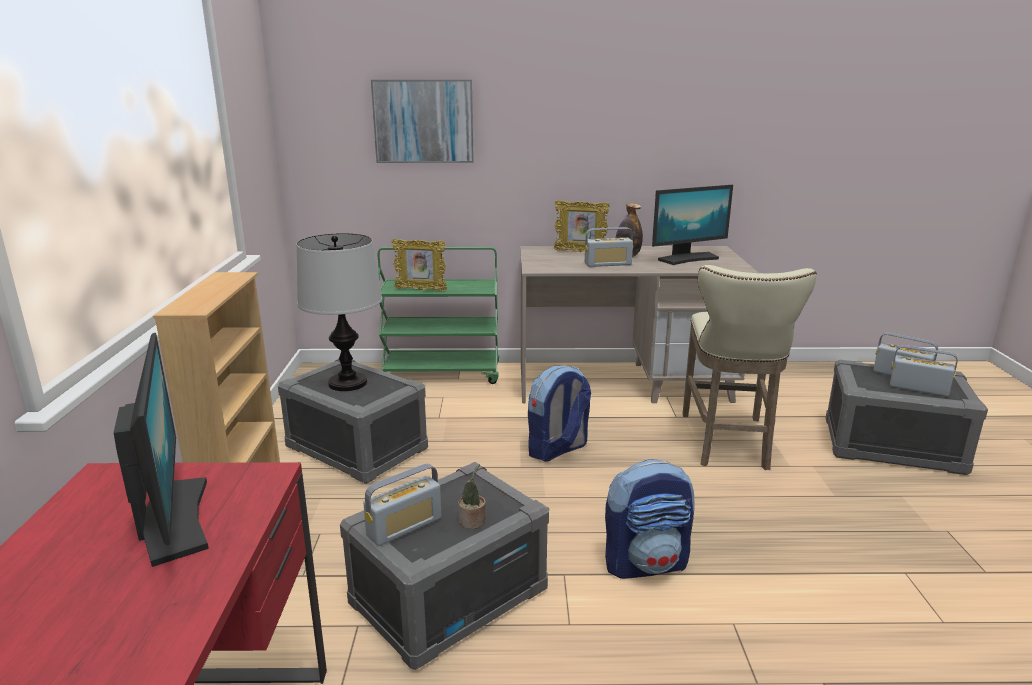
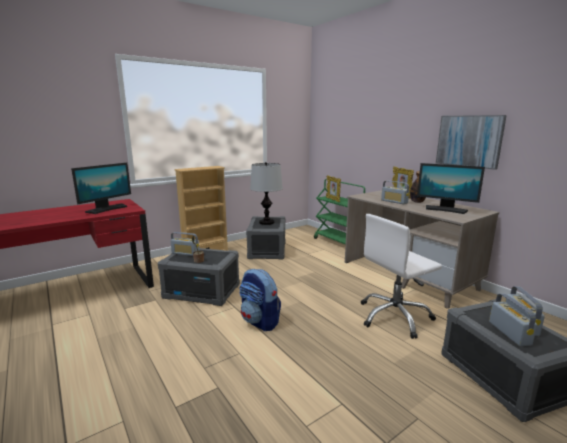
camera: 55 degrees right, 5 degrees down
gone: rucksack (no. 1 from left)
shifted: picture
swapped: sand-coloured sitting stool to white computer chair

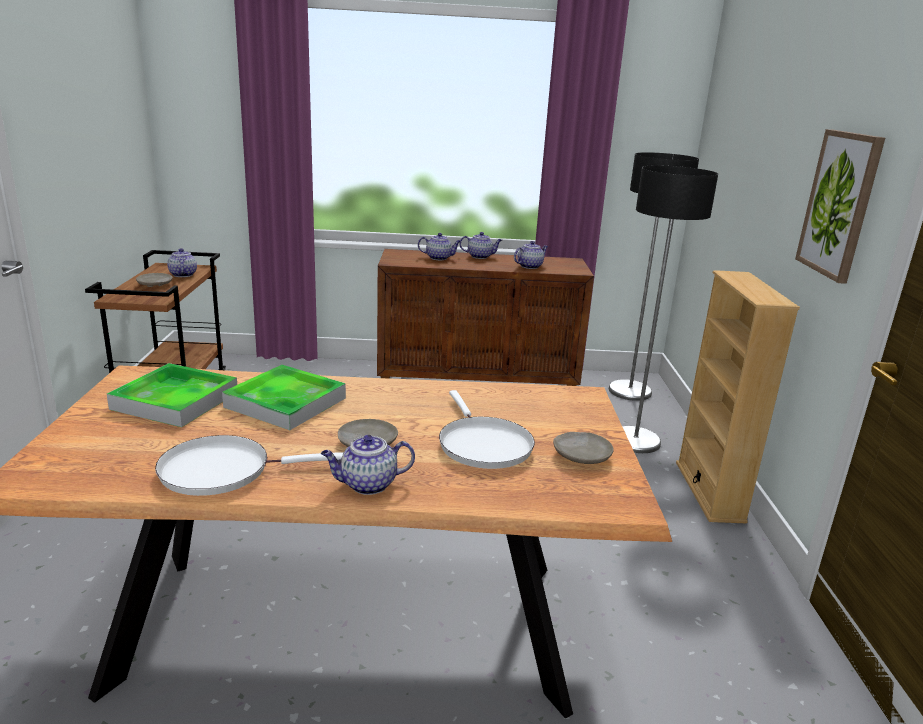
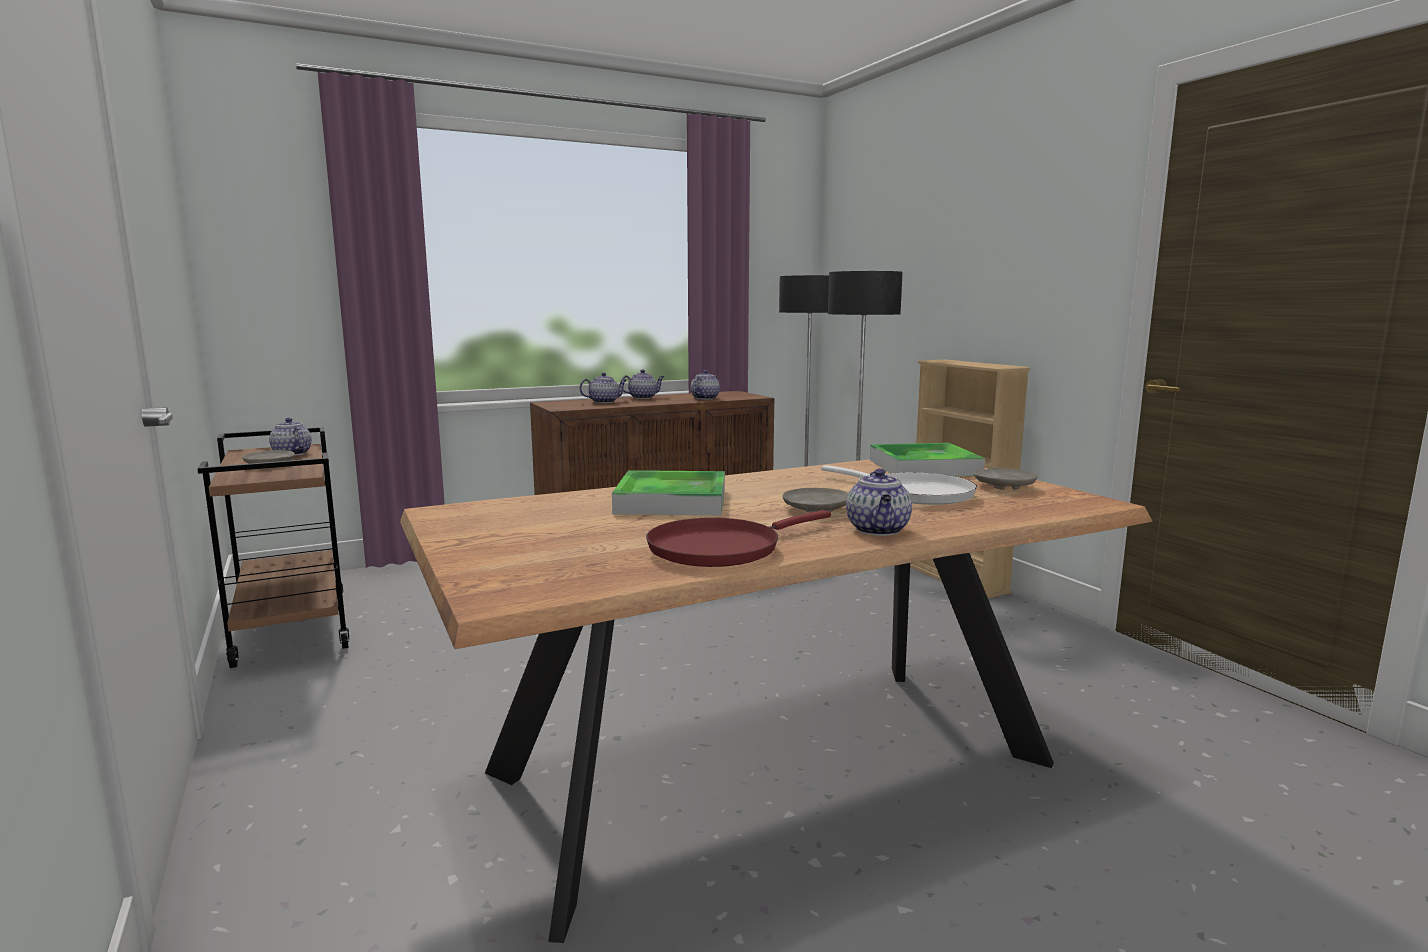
camera: 25 degrees left, 10 degrees down
gone: picture
shifted: tray (no. 1 from left in the first image) to tray (no. 2 from left)
repainted: white skillet (no. 1 from left) to red-coloured skillet
rotated: teapot (no. 2 from left in the first image) 45 degrees counterclockwise

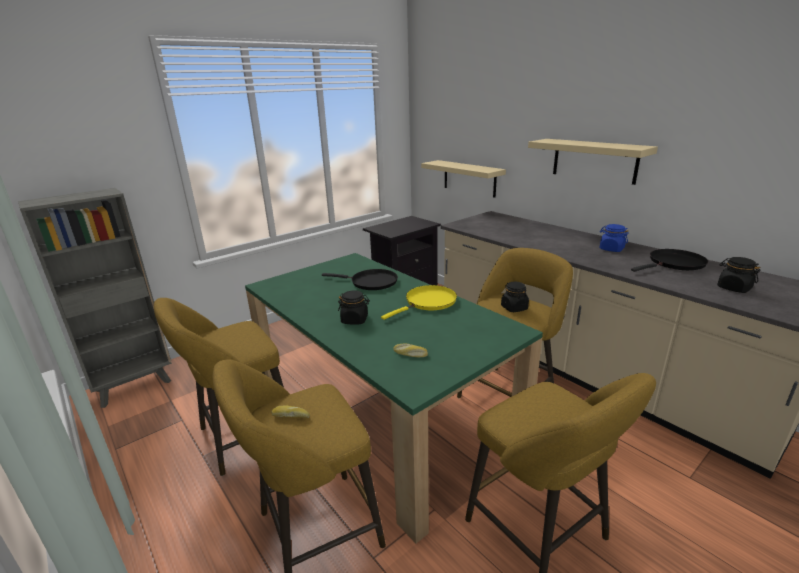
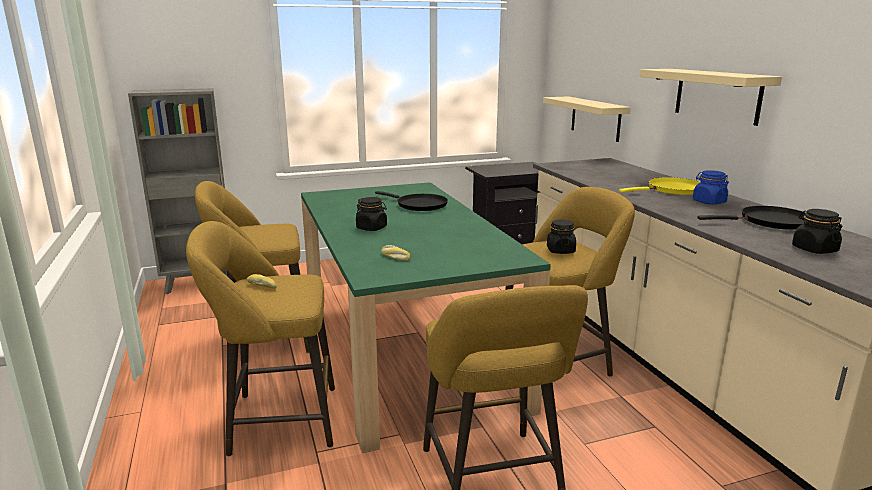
camera: 20 degrees right, 5 degrees down
shifted: yellow skillet

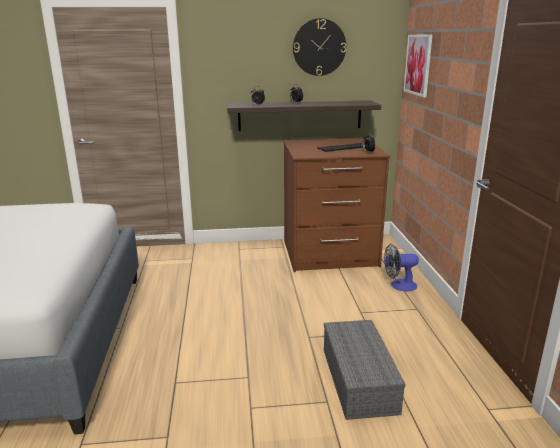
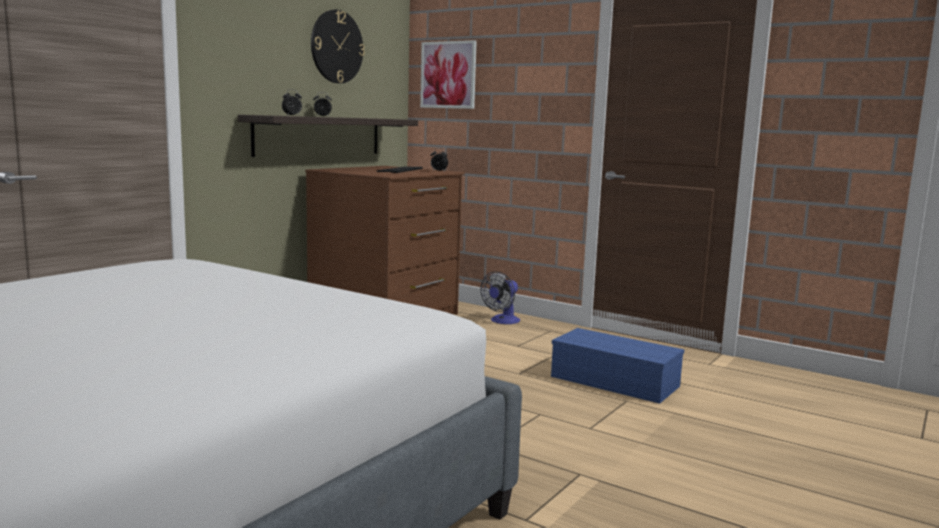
camera: 50 degrees left, 10 degrees down
repainted: greyish storage container to blue-coloured storage container

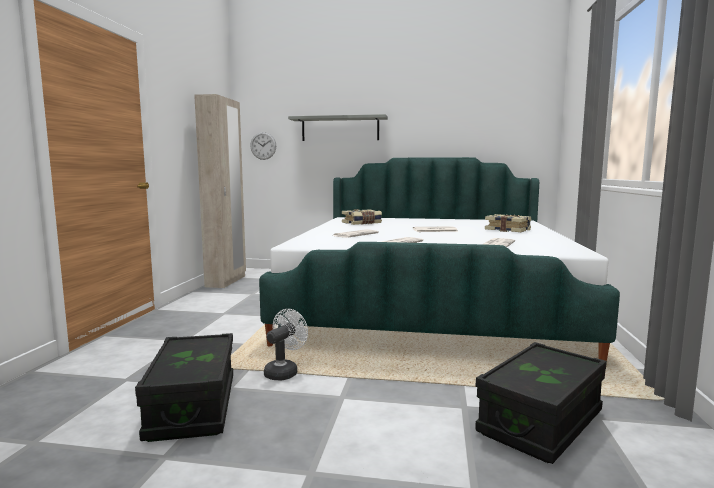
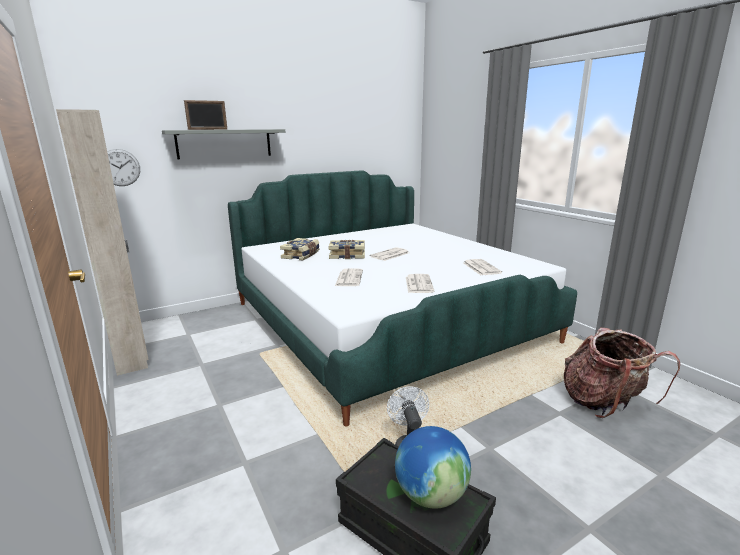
camera: 40 degrees left, 10 degrees up
new: standing frame; globe
shifted: book (no. 2 from left)
swapped: black-coloured storage container (no. 2 from left) to rucksack

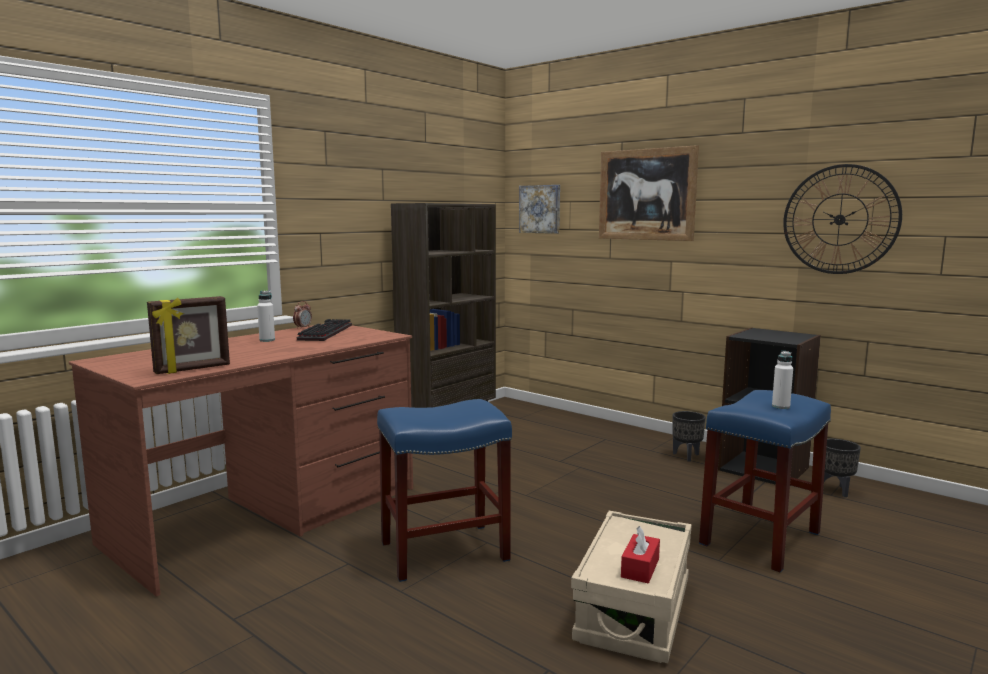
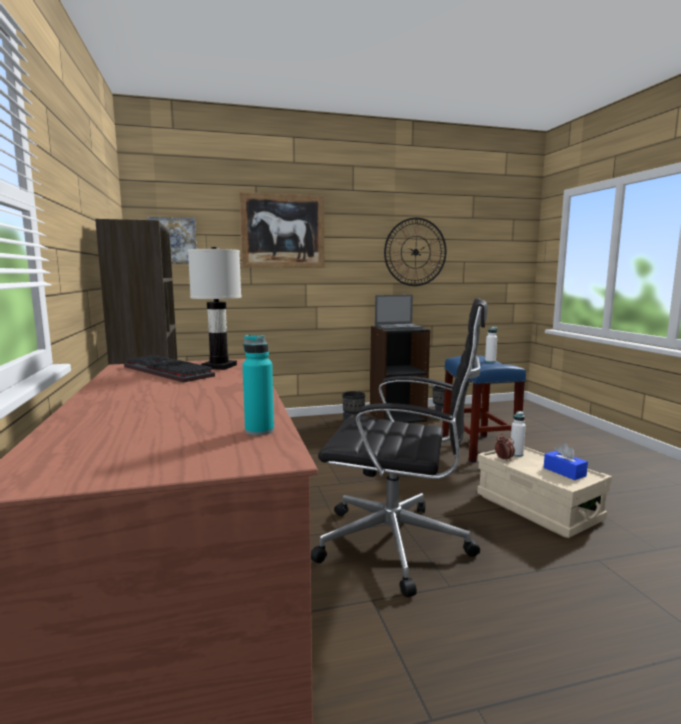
camera: 55 degrees left, 0 degrees up
new: white table lamp; laptop
shifted: white beverage bottle (no. 1 from left in the first image) to white beverage bottle (no. 2 from left); alarm clock
swapped: standing frame to blue-green beverage bottle; blue-coloured sitting stool (no. 1 from left) to black-coloured computer chair
repainted: red-coloured tissue box to blue-coloured tissue box

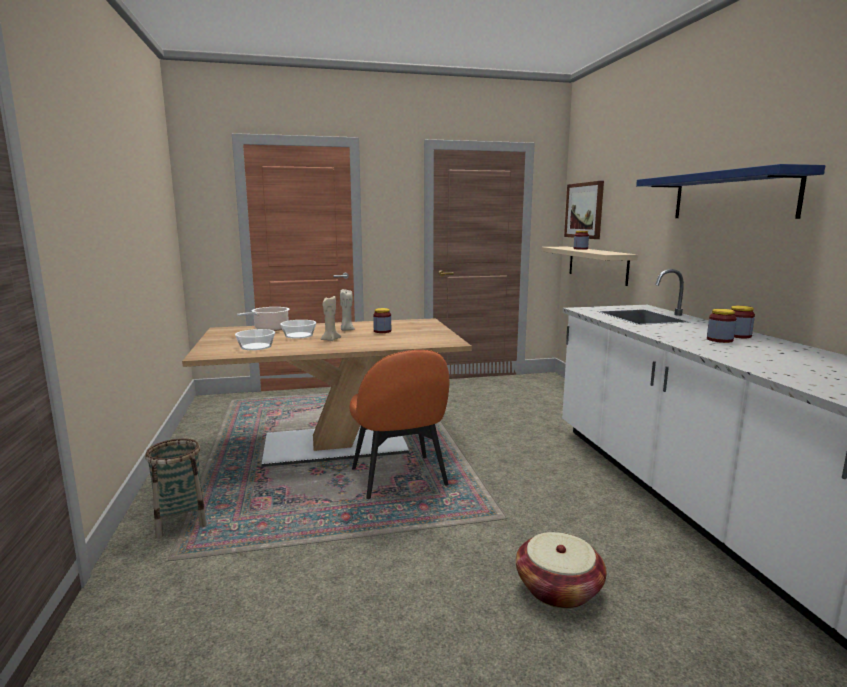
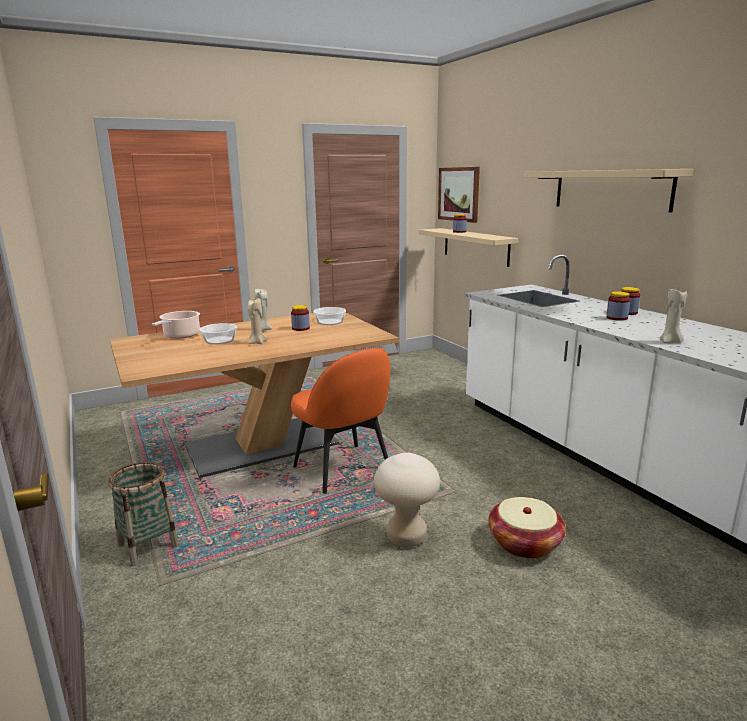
camera: 15 degrees left, 5 degrees up
new: sand-coloured candle (no. 3 from left); sand-coloured sitting stool
shifted: serving bowl (no. 1 from left in the first image) to serving bowl (no. 2 from left)
repainted: blue-coloured bracket shelf to sand-coloured bracket shelf (no. 2 from left)

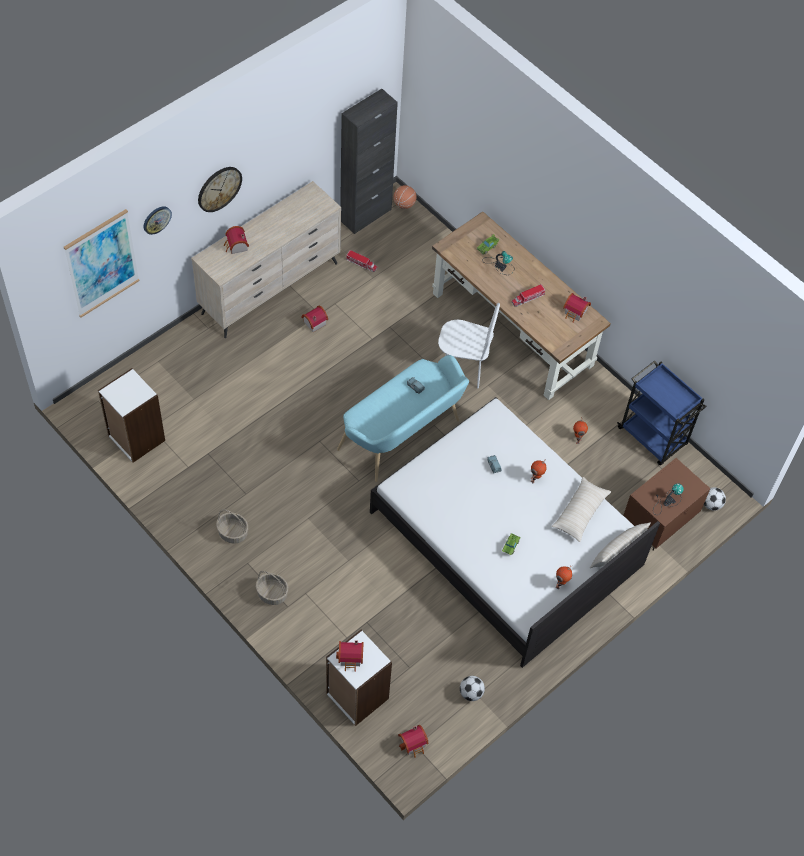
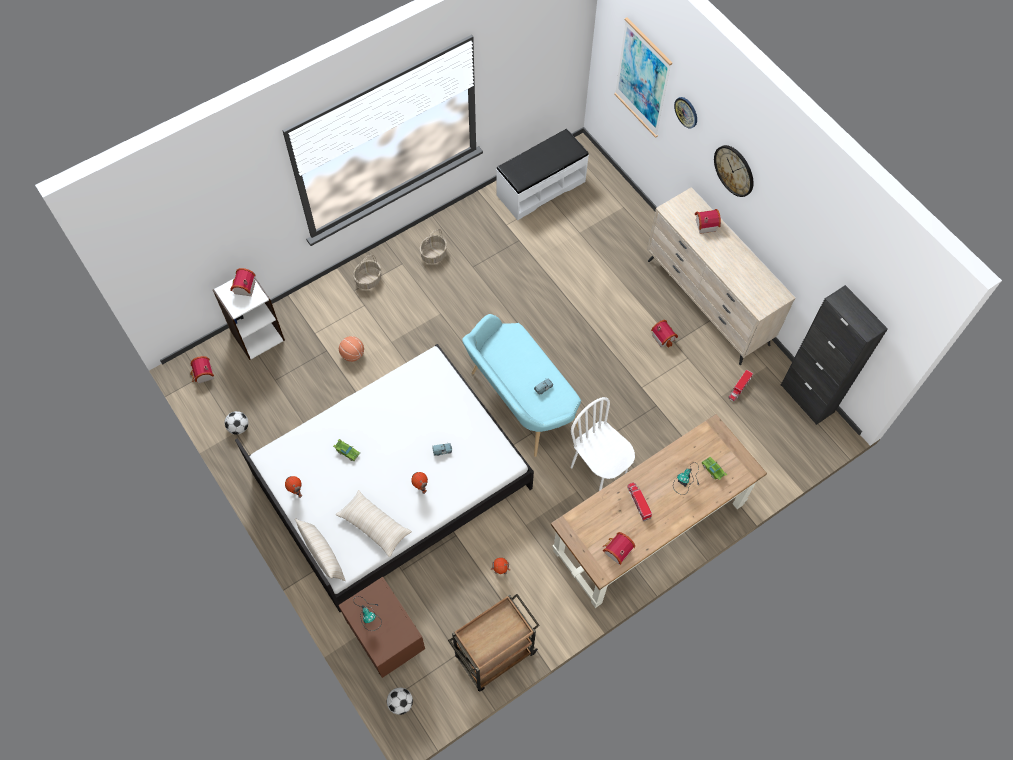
camera: 100 degrees right, 5 degrees up
shifted: basketball ball
swapped: white bookshelf (no. 1 from left) to white long seat
repainted: blue-coloured wheeled cart to brownish wheeled cart
rotated: white chair 120 degrees clockwise

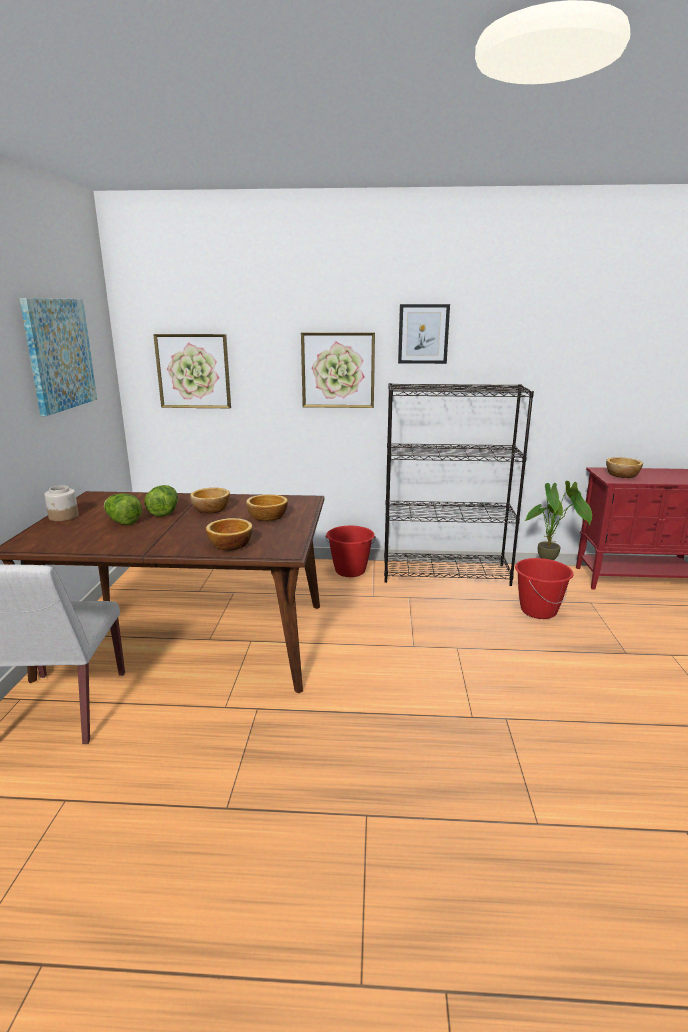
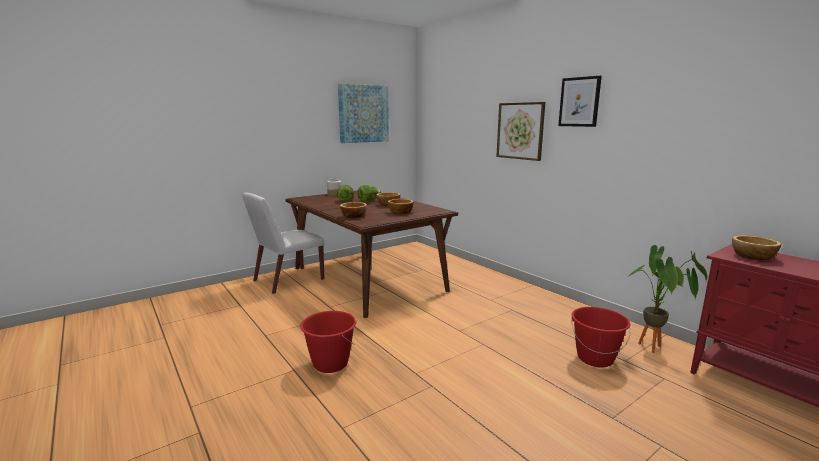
camera: 50 degrees right, 5 degrees down
gone: picture (no. 2 from left); black-coloured bookshelf
shifted: red-coloured bucket (no. 1 from left)

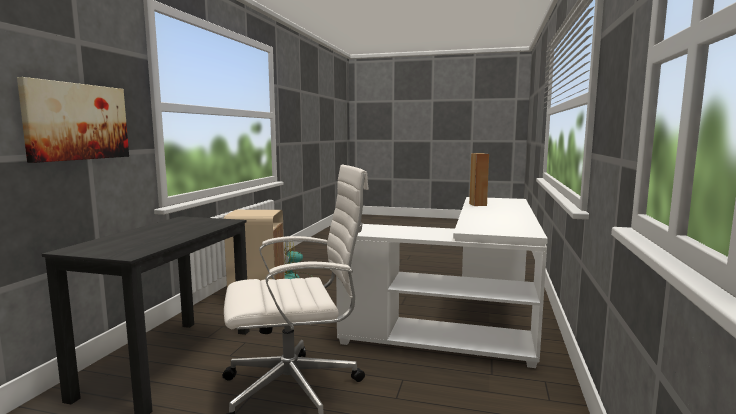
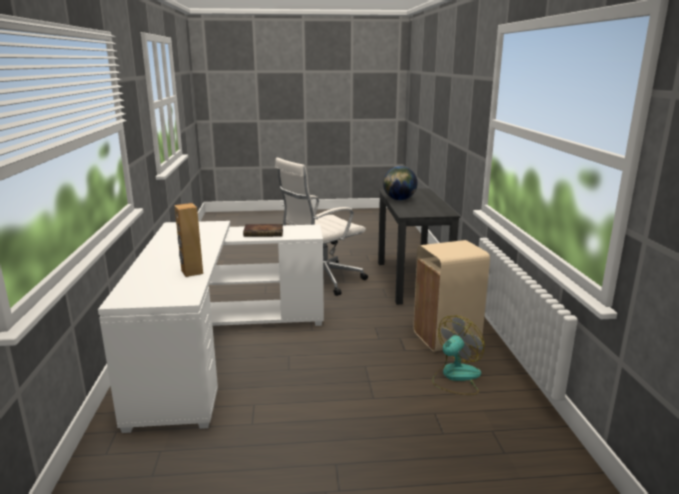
camera: 160 degrees right, 10 degrees up
gone: picture
new: globe; book

